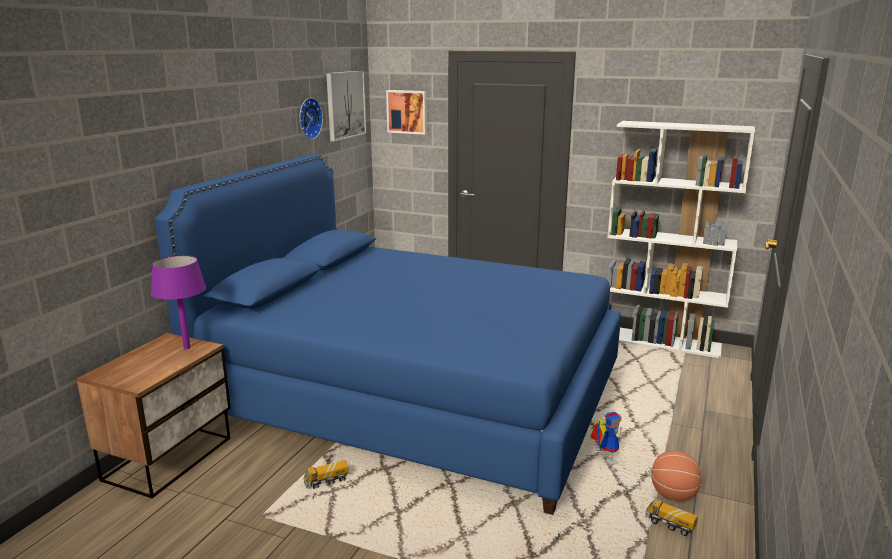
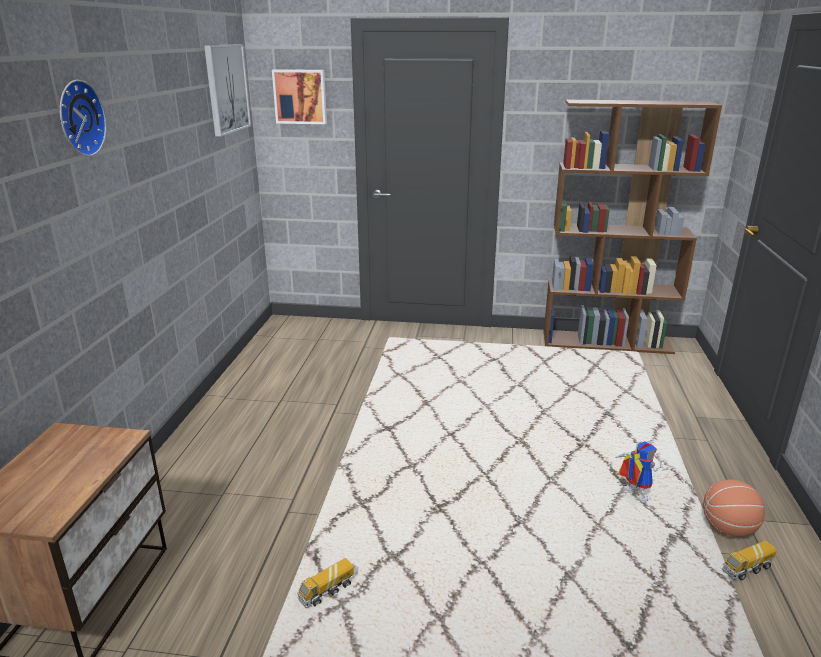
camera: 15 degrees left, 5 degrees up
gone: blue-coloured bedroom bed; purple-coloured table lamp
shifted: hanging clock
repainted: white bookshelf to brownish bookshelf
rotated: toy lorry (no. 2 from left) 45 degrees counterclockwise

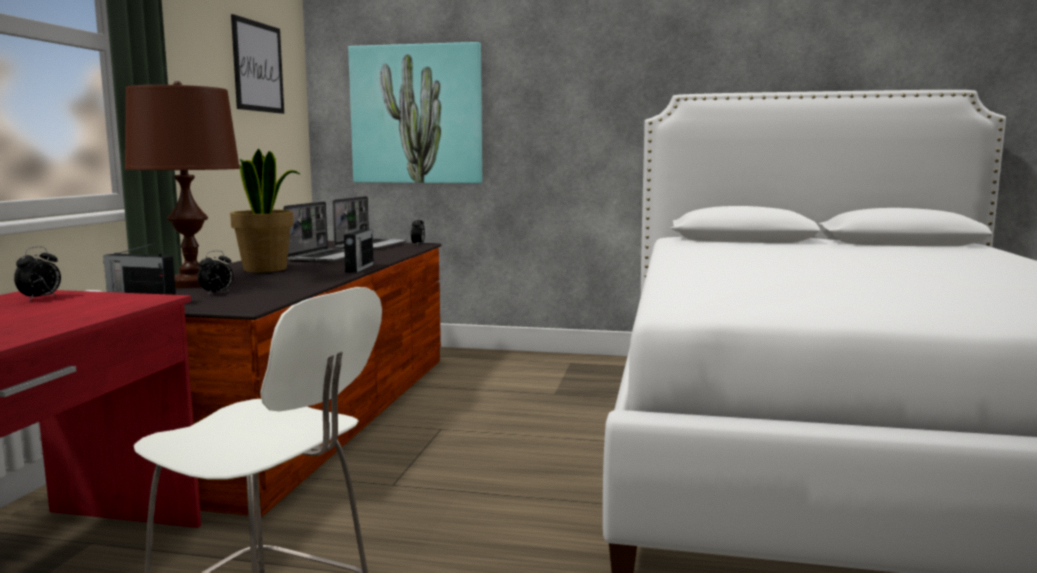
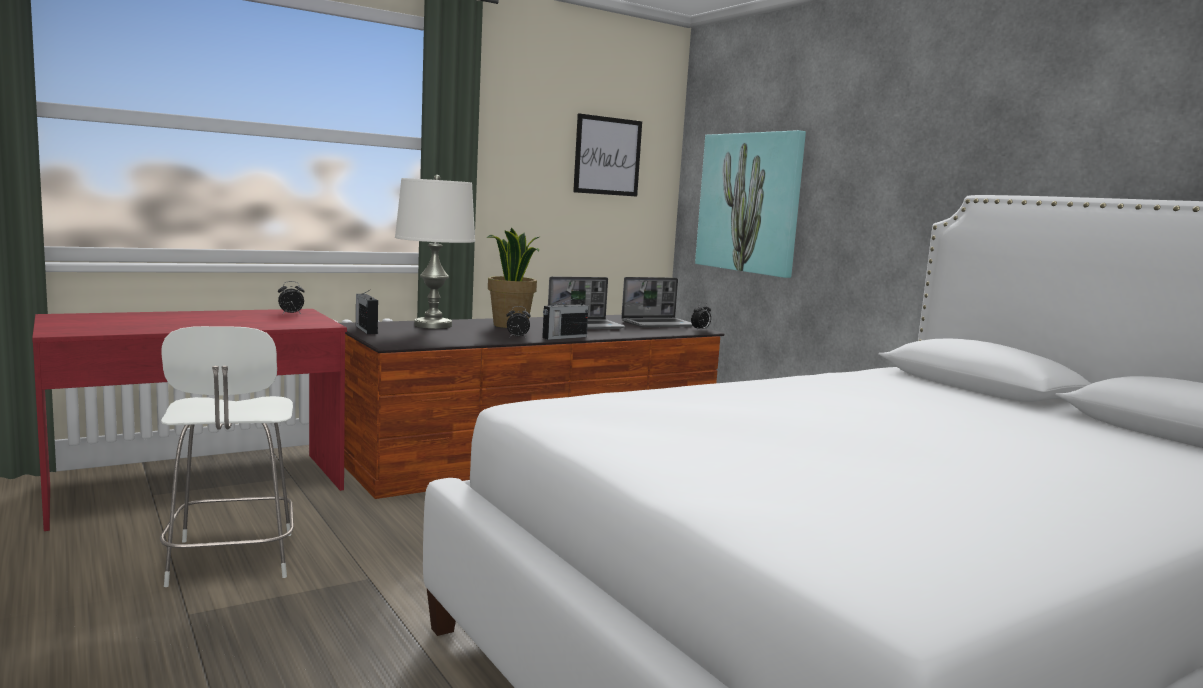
camera: 45 degrees right, 0 degrees up
shifted: alarm clock (no. 2 from left)
repainted: brownish table lamp to white table lamp

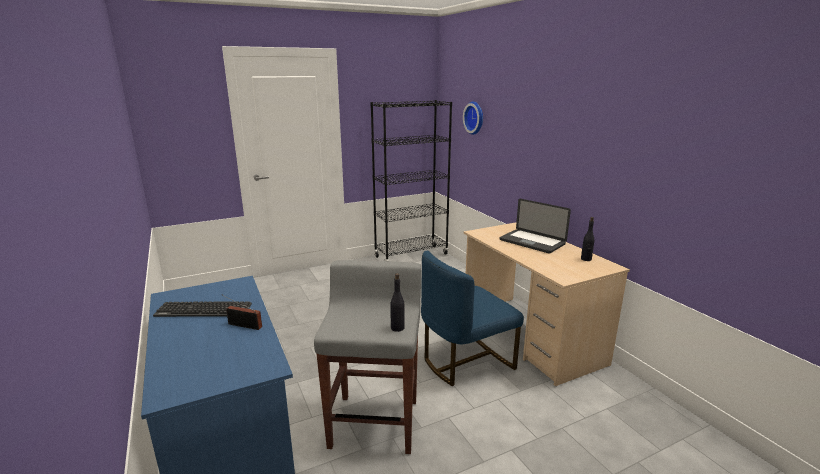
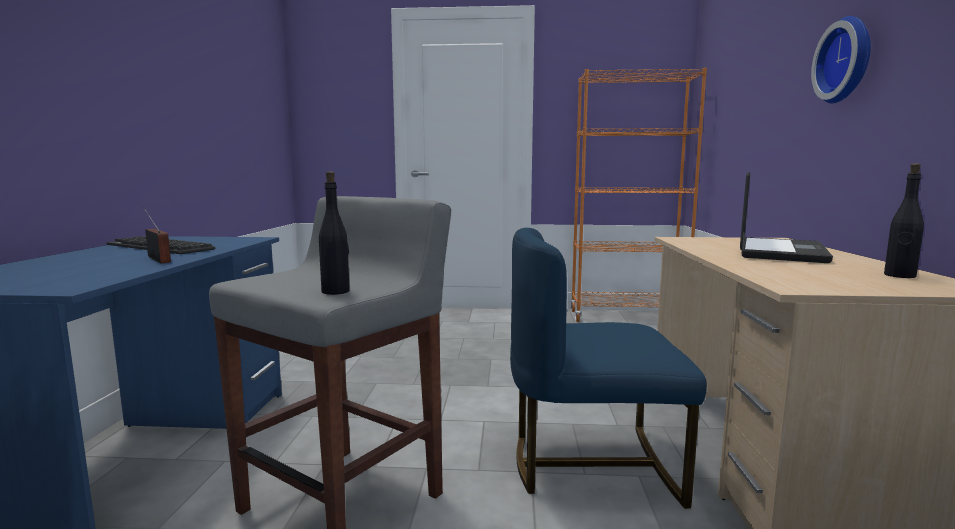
camera: 30 degrees right, 10 degrees down
shifted: hanging clock
repainted: black-coloured bookshelf to orange bookshelf
rotated: laptop 135 degrees counterclockwise

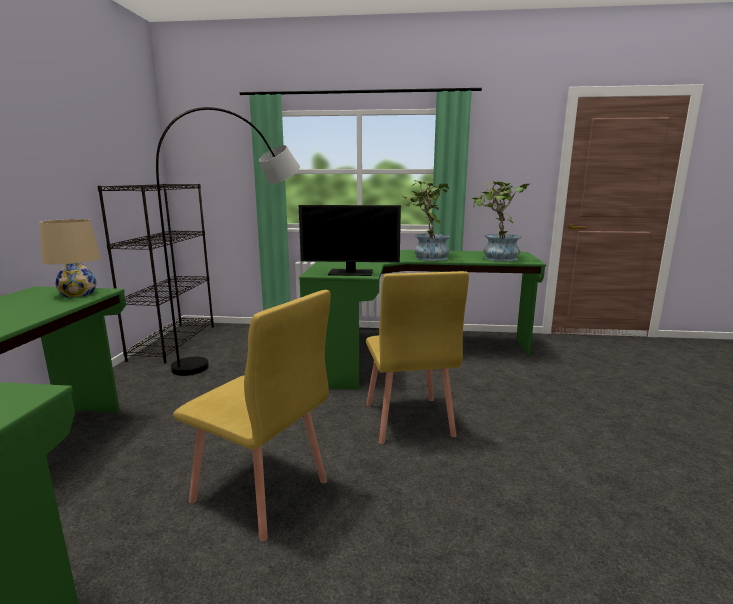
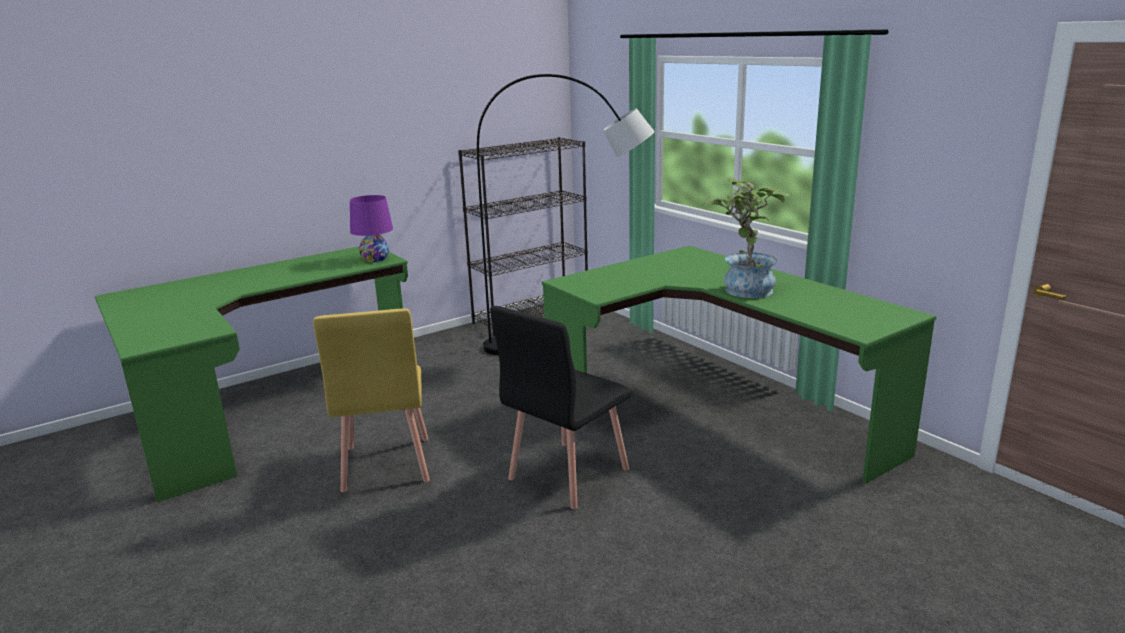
camera: 50 degrees right, 5 degrees up
gone: houseplant (no. 2 from left); computer screen
repainted: sand-coloured table lamp to purple-coloured table lamp; yellow chair (no. 2 from left) to black-coloured chair

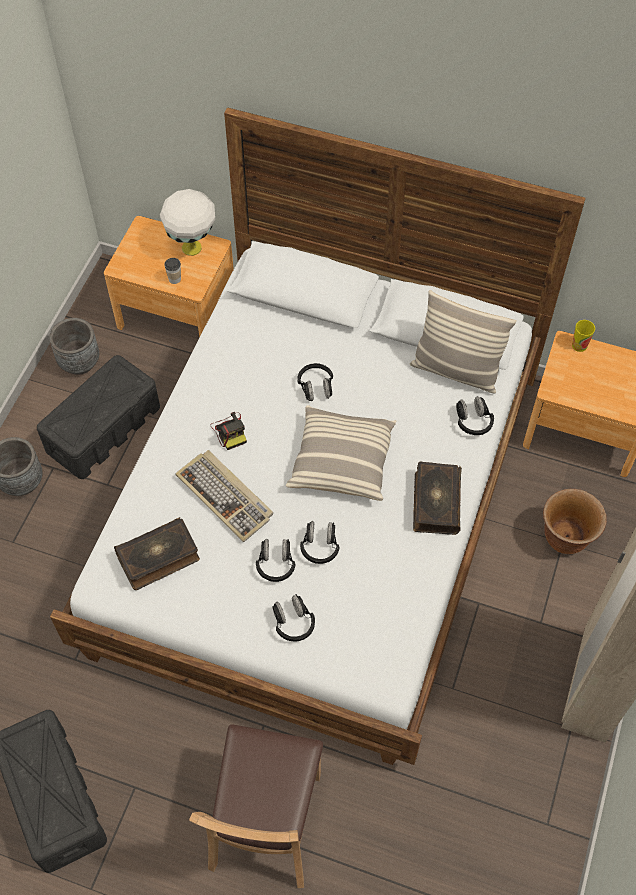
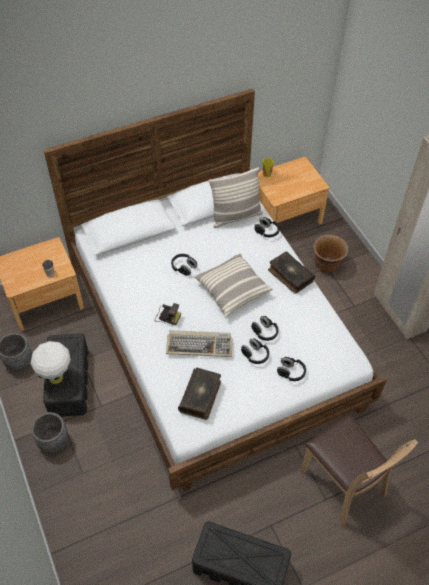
camera: 45 degrees left, 5 degrees down
shifted: white table lamp

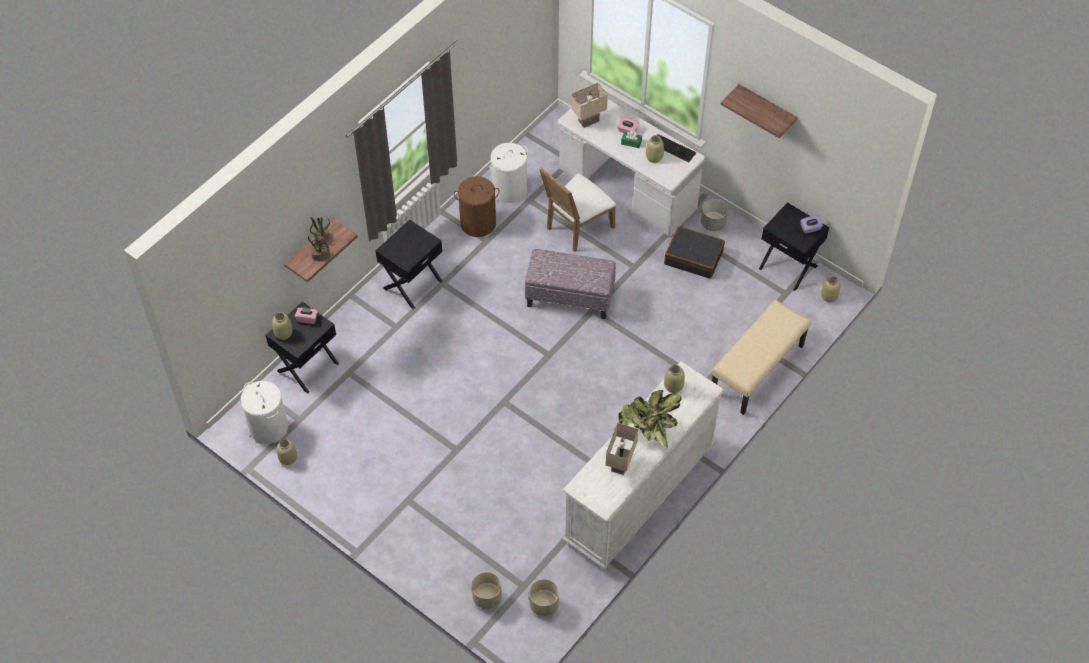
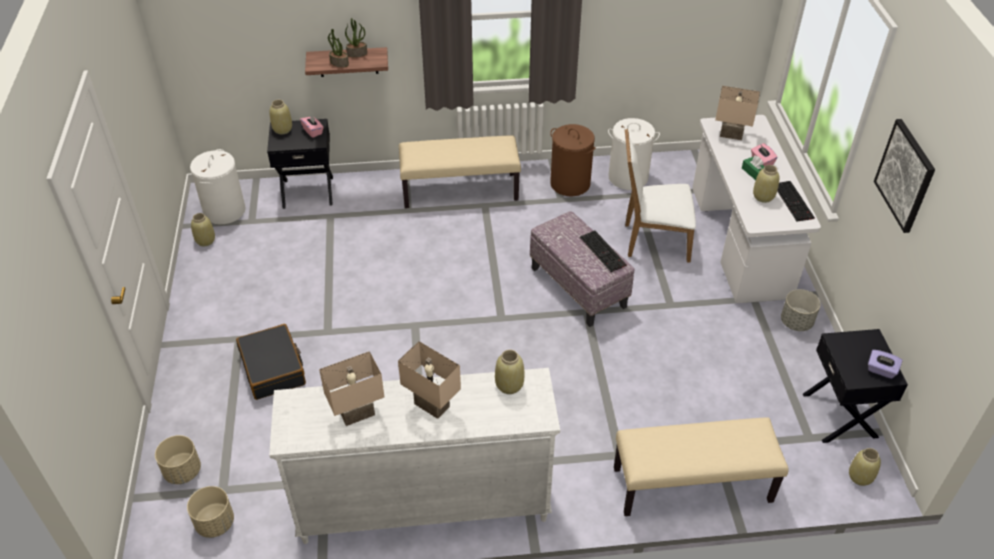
camera: 45 degrees right, 10 degrees down
new: computer keyboard (no. 1 from left)
shifted: black-coloured piece of luggage
swapped: bracket shelf (no. 2 from left) to picture; black-coloured bedside table (no. 2 from left) to sand-coloured long seat (no. 1 from left); houseplant (no. 3 from left) to sand-coloured table lamp (no. 2 from left)

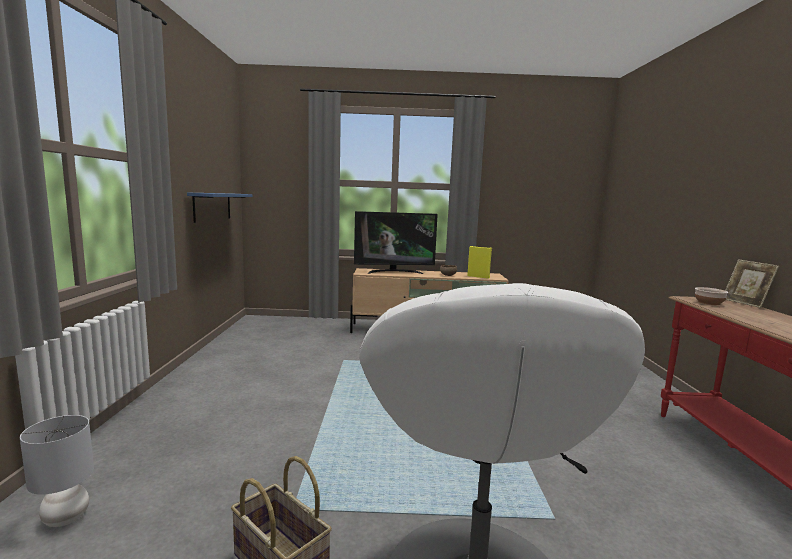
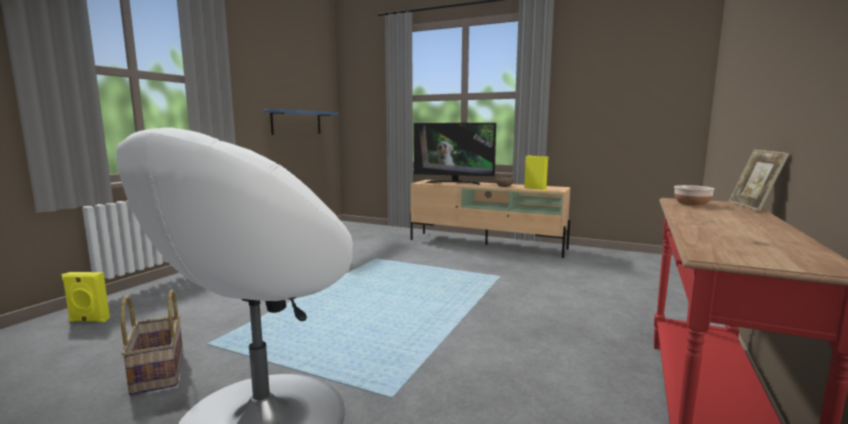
camera: 25 degrees right, 0 degrees up
swapped: greyish table lamp to yellow audio speaker (no. 1 from left)

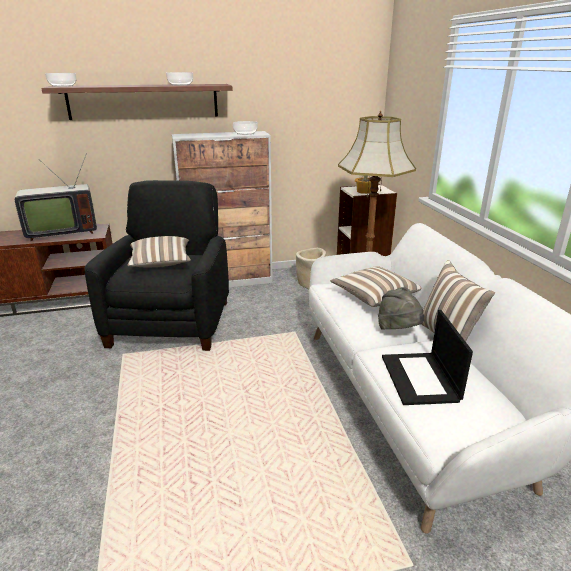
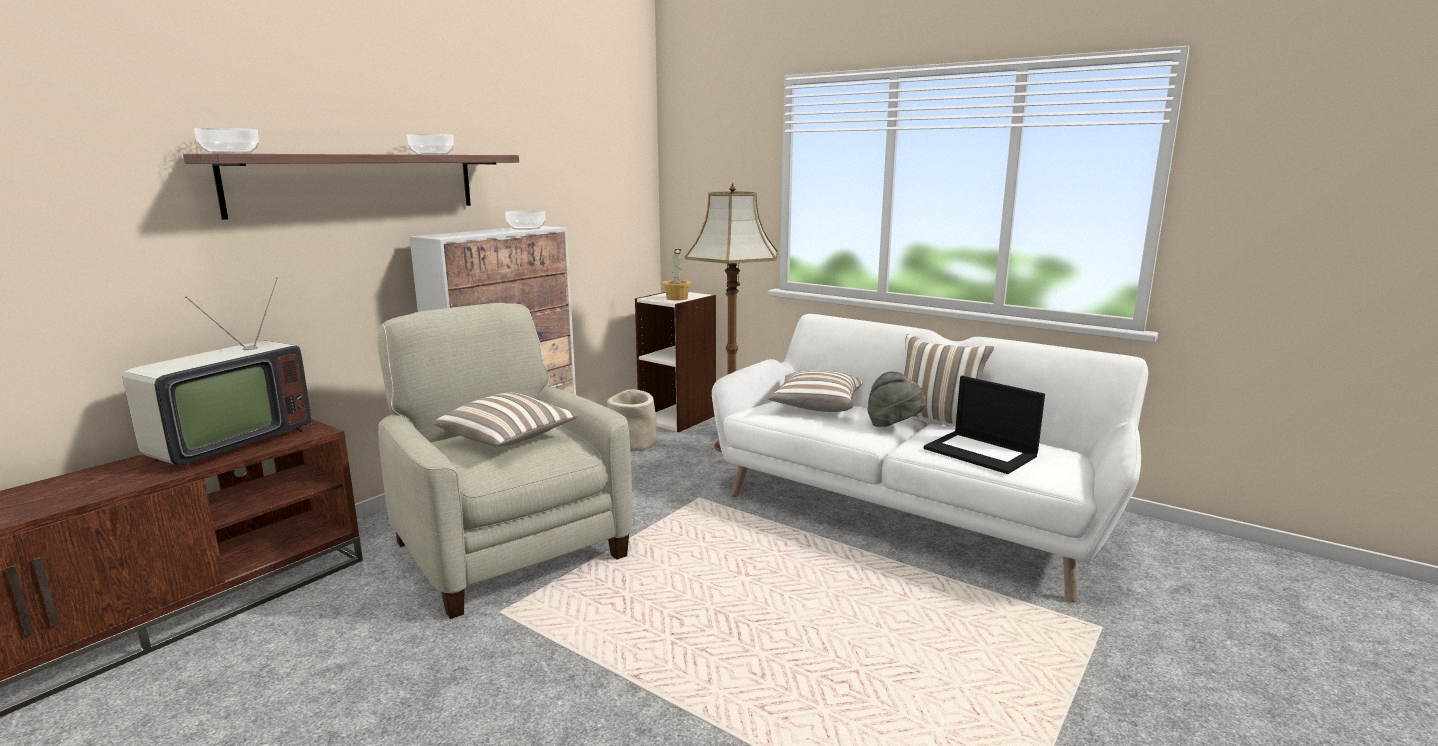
camera: 40 degrees left, 10 degrees down
repainted: black-coloured armchair to sand-coloured armchair

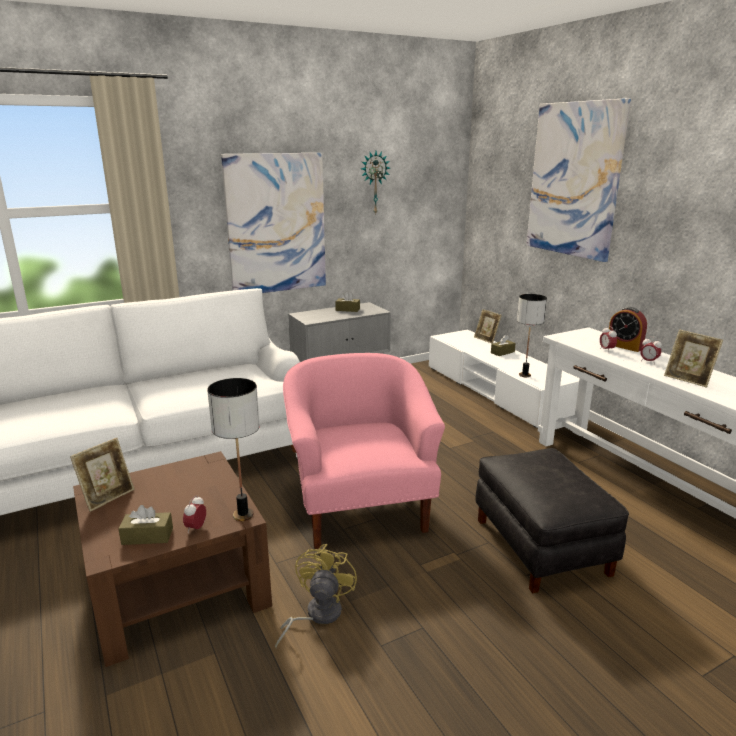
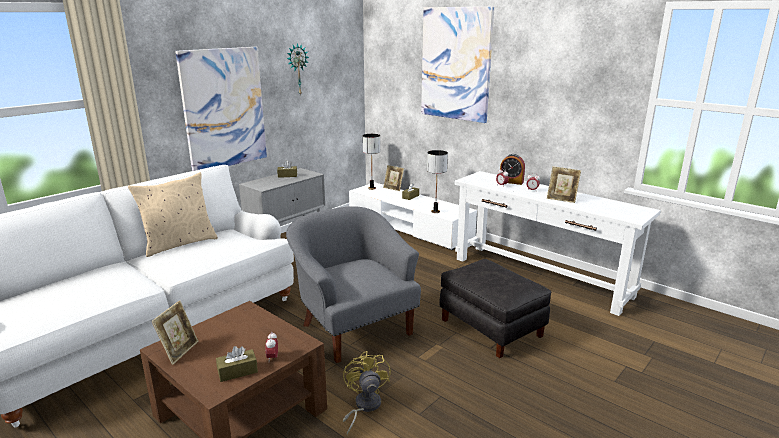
camera: 20 degrees left, 0 degrees up
new: sand-coloured cushion
shifted: table lamp (no. 1 from left)
repainted: pink-coloured armchair to greyish armchair

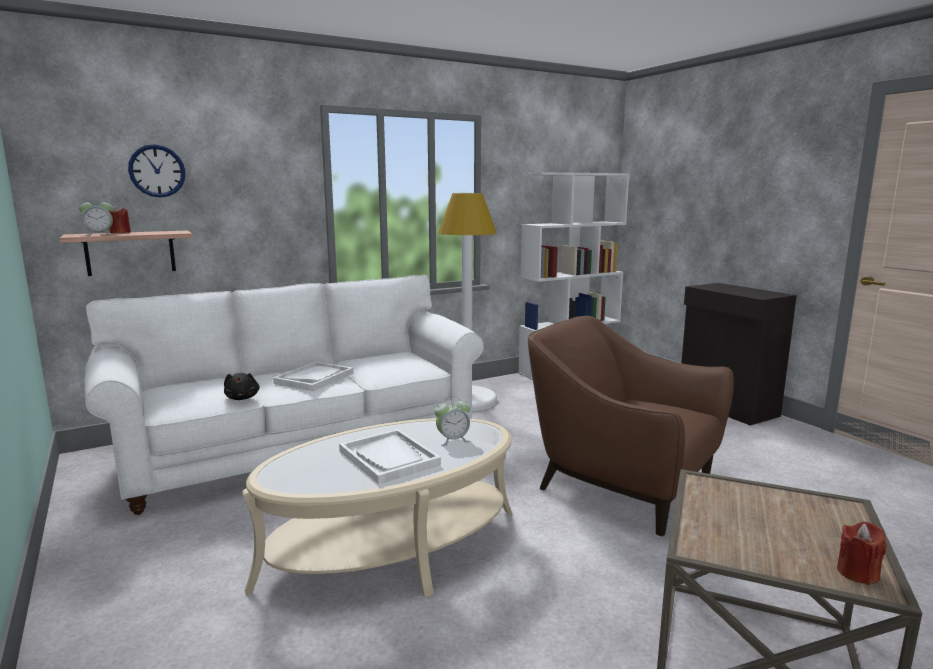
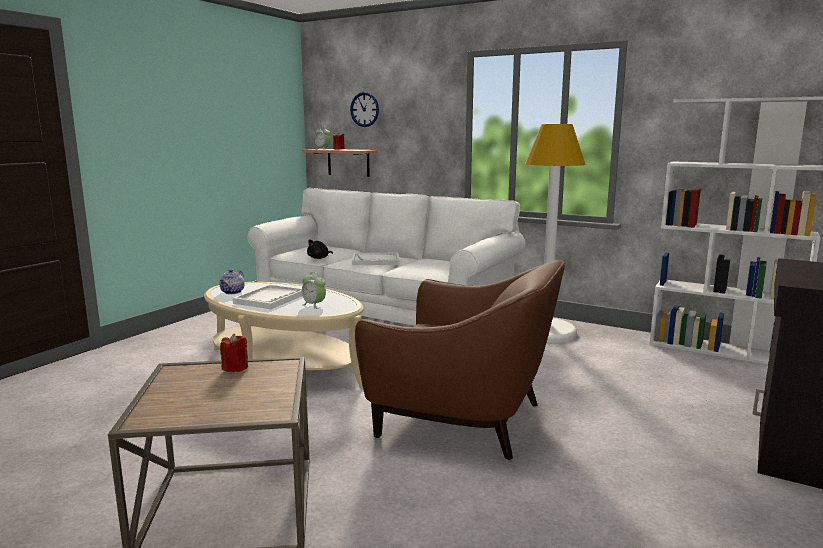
camera: 60 degrees right, 0 degrees up
new: teapot
shifted: red-coloured candle (no. 2 from left in the first image) to red-coloured candle (no. 1 from left)
rotated: brownish armchair 105 degrees clockwise

